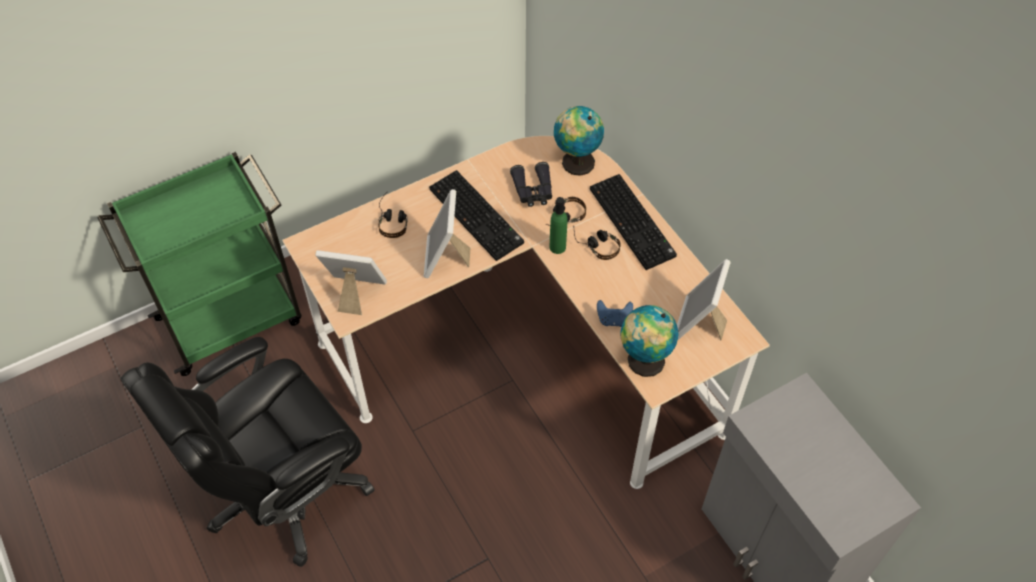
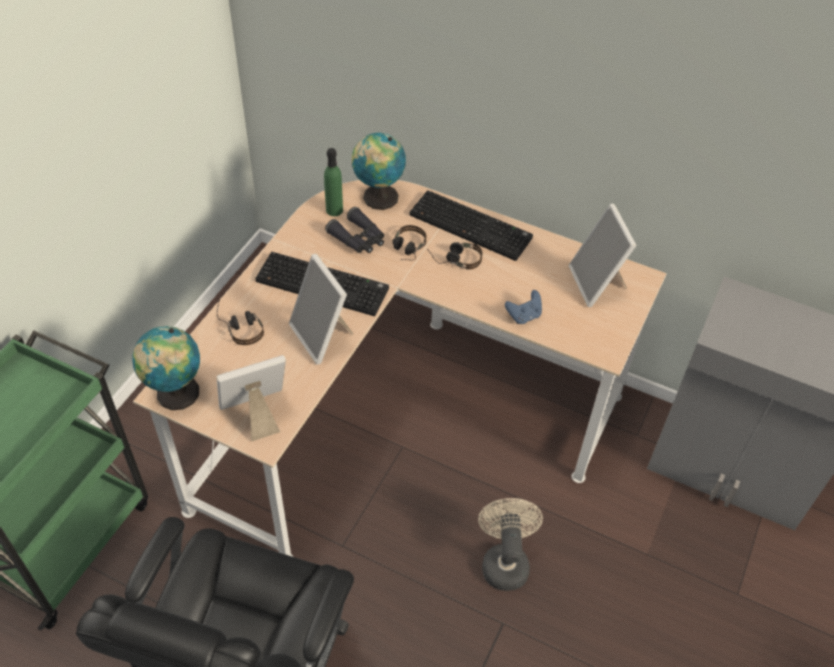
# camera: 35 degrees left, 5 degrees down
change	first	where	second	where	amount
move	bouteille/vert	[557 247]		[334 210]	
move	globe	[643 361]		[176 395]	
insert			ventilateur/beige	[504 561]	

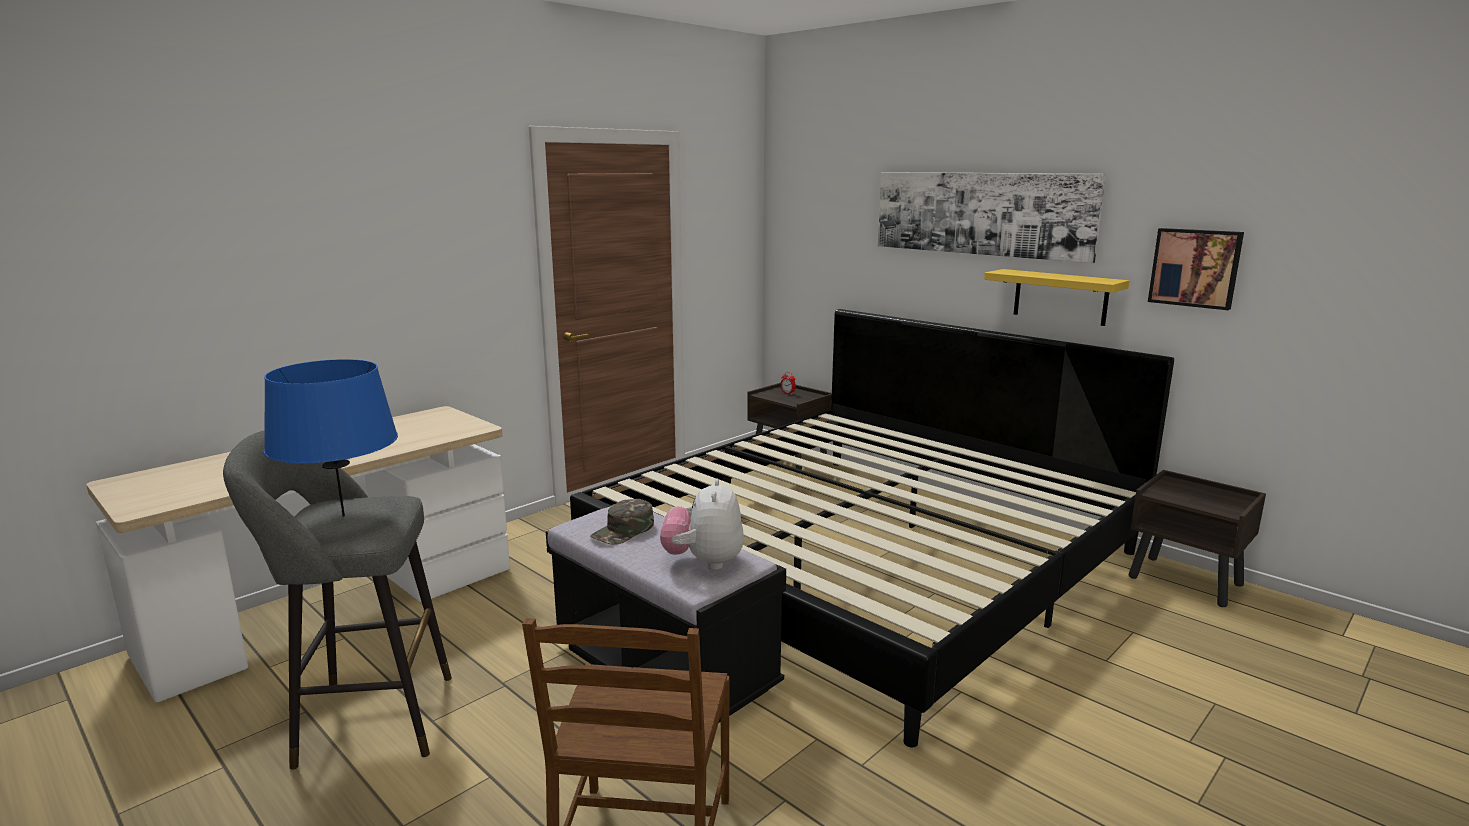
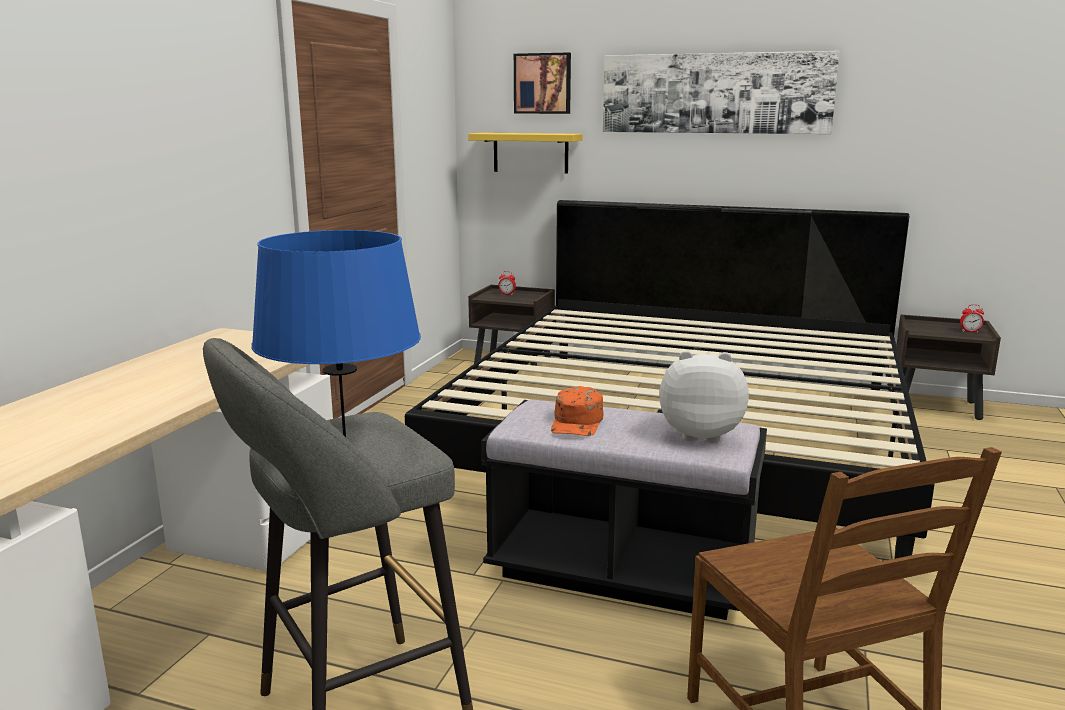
# camera: 25 degrees left, 0 degrees up
change	first	where	second	where	amount
recolor	casquette/vert	[624 530]	casquette/orange	[577 422]	
rotate	peluche	[704 562]		[700 434]	120 degrees clockwise
move	étagère/jaune	[1060 297]		[530 153]	
move	tableau	[1195 267]		[543 83]	
insert			réveil	[970 331]	

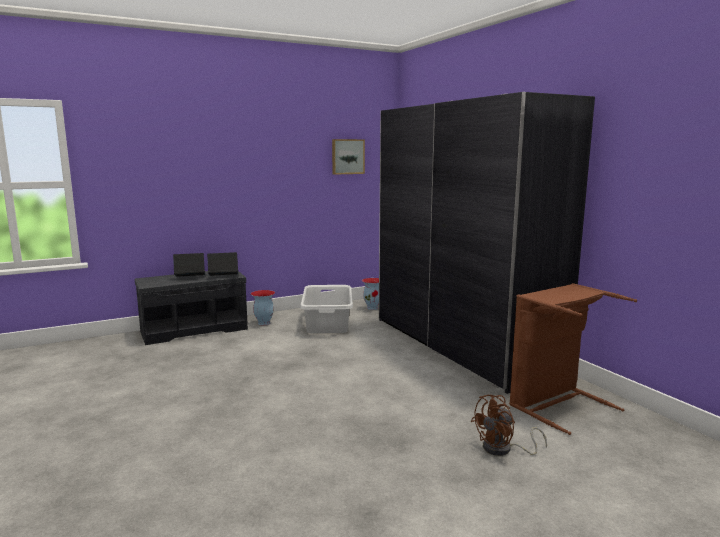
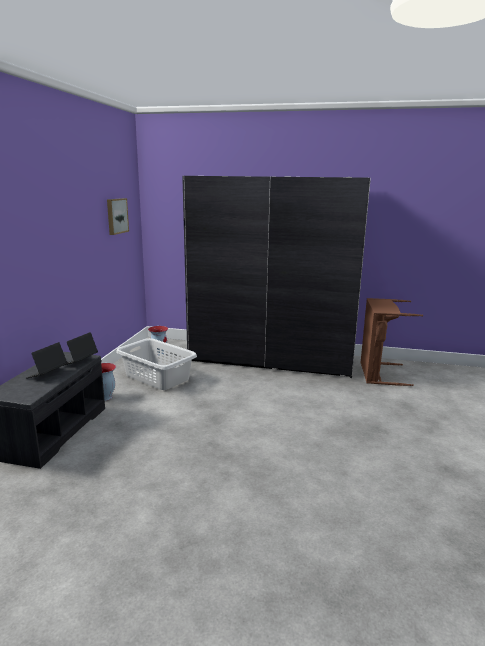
# camera: 50 degrees left, 5 degrees up
change	first	where	second	where	amount
delete	ventilateur/marron	[503 449]			

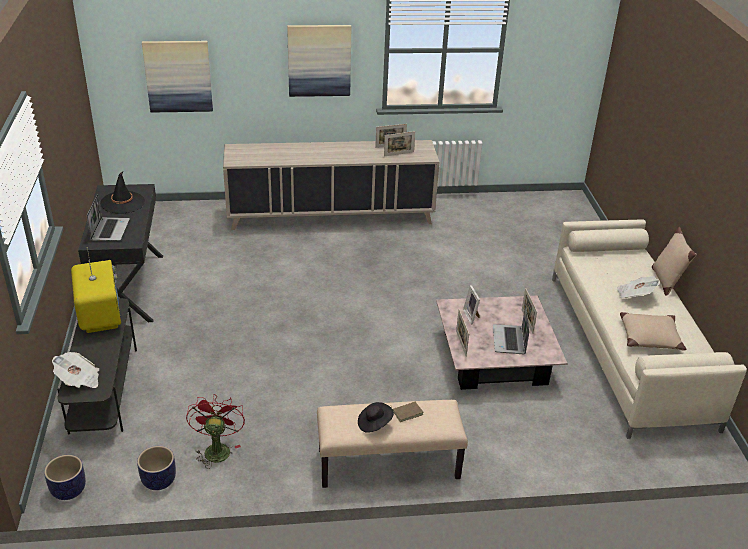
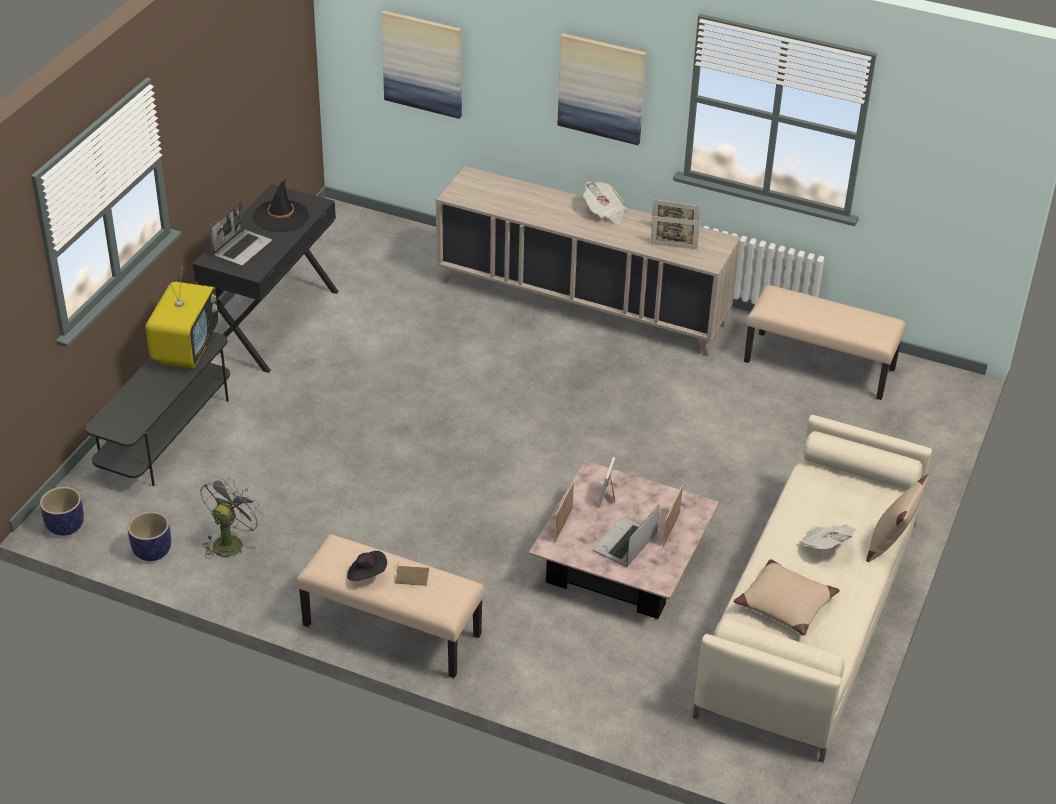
# camera: 30 degrees right, 5 degrees up
change	first	where	second	where	amount
move	journal	[79 380]		[604 212]	
recolor	ventilateur/rouge	[216 448]	ventilateur/gris	[230 541]	
insert			banc/beige	[820 365]	

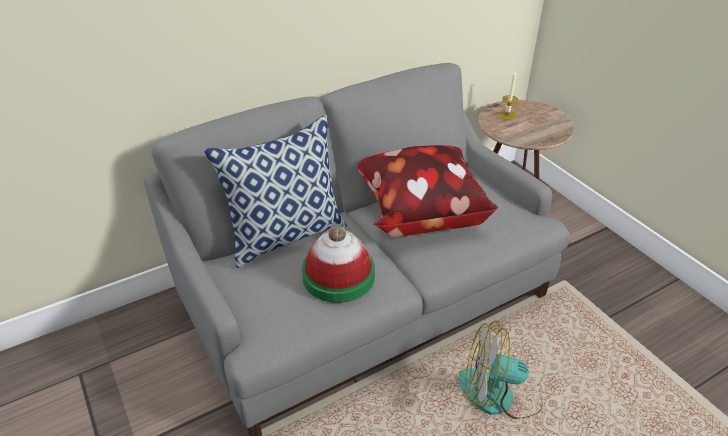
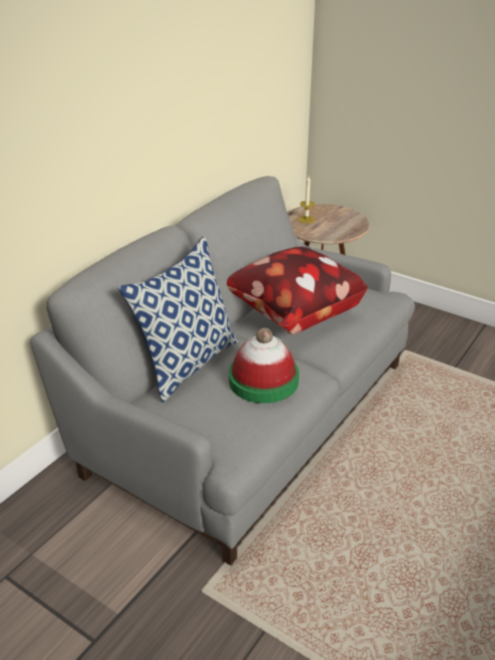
# camera: 25 degrees left, 5 degrees down
change	first	where	second	where	amount
delete	ventilateur	[499 394]			

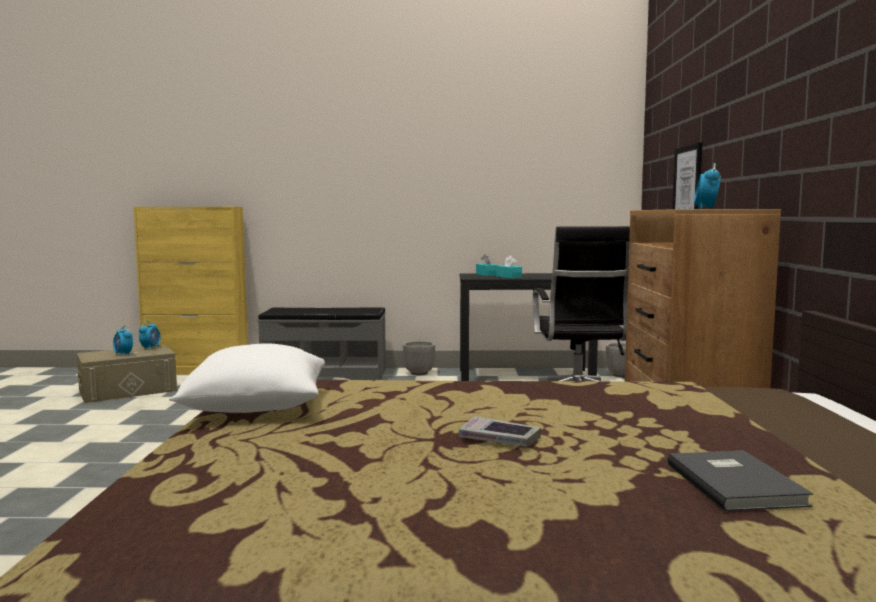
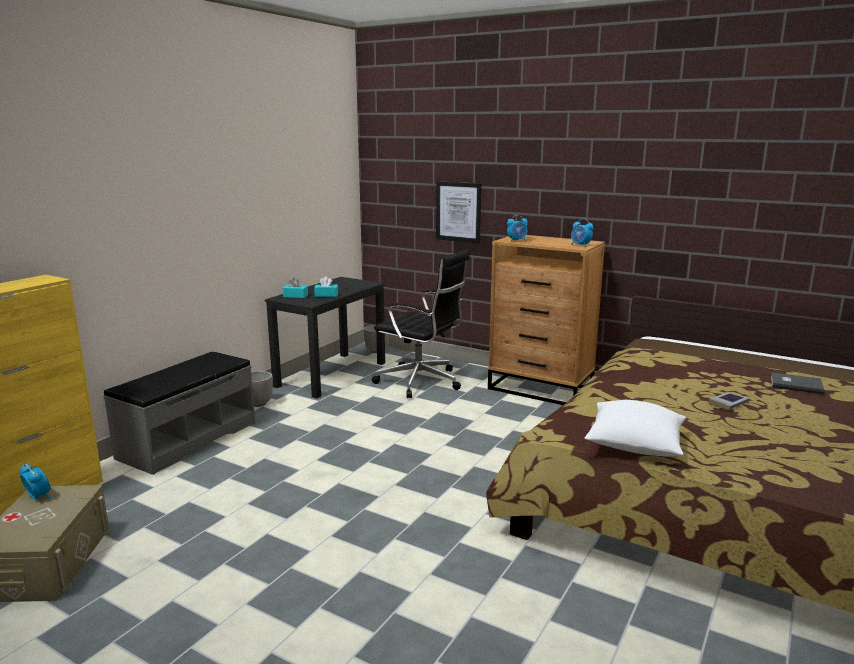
# camera: 60 degrees left, 10 degrees up
change	first	where	second	where	amount
move	réveil	[123 354]		[517 240]	

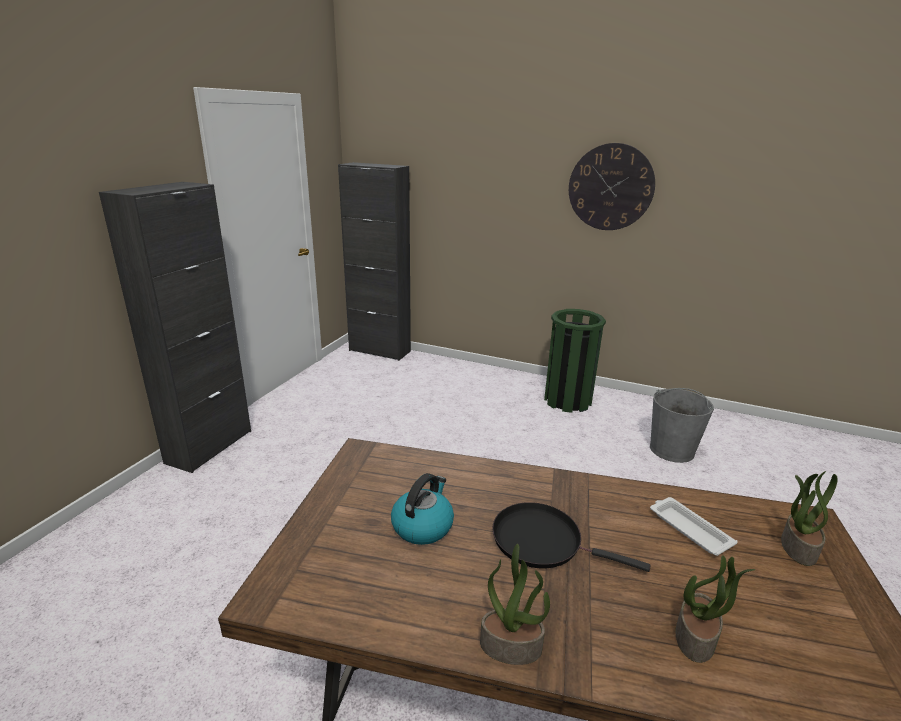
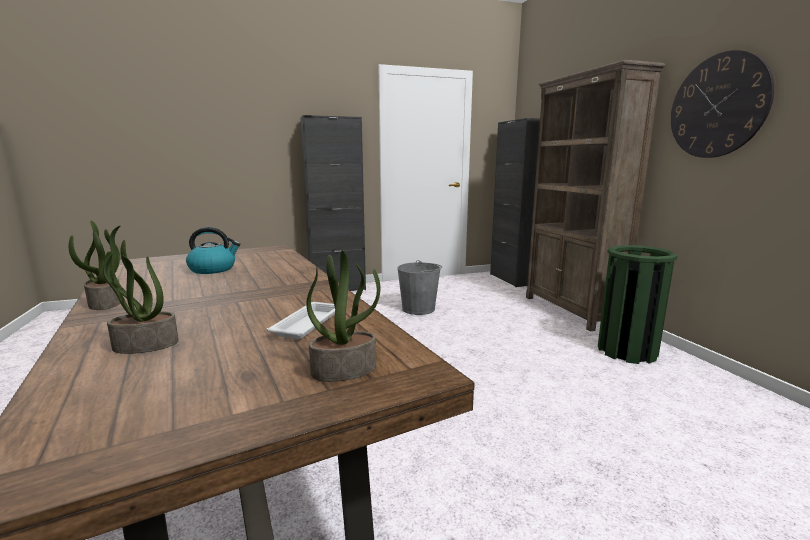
# camera: 50 degrees right, 10 degrees down
change	first	where	second	where	amount
delete	poêle/noir	[542 541]			
move	seau/gris	[672 450]		[418 309]	
insert			bibliothèque/marron	[571 311]	

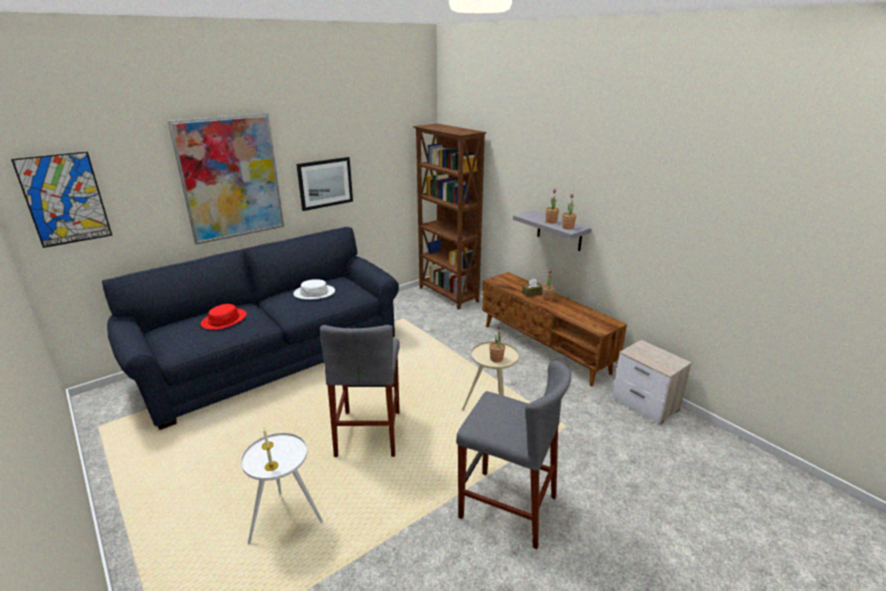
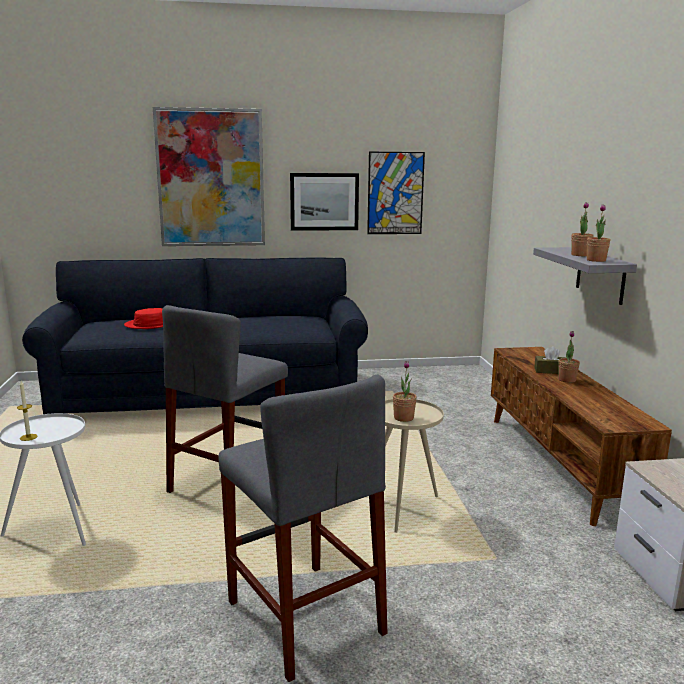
# camera: 30 degrees right, 10 degrees down
change	first	where	second	where	amount
move	tableau	[65 199]		[395 193]	
delete	chapeau/blanc	[314 293]			
delete	bibliothèque/marron	[448 295]			

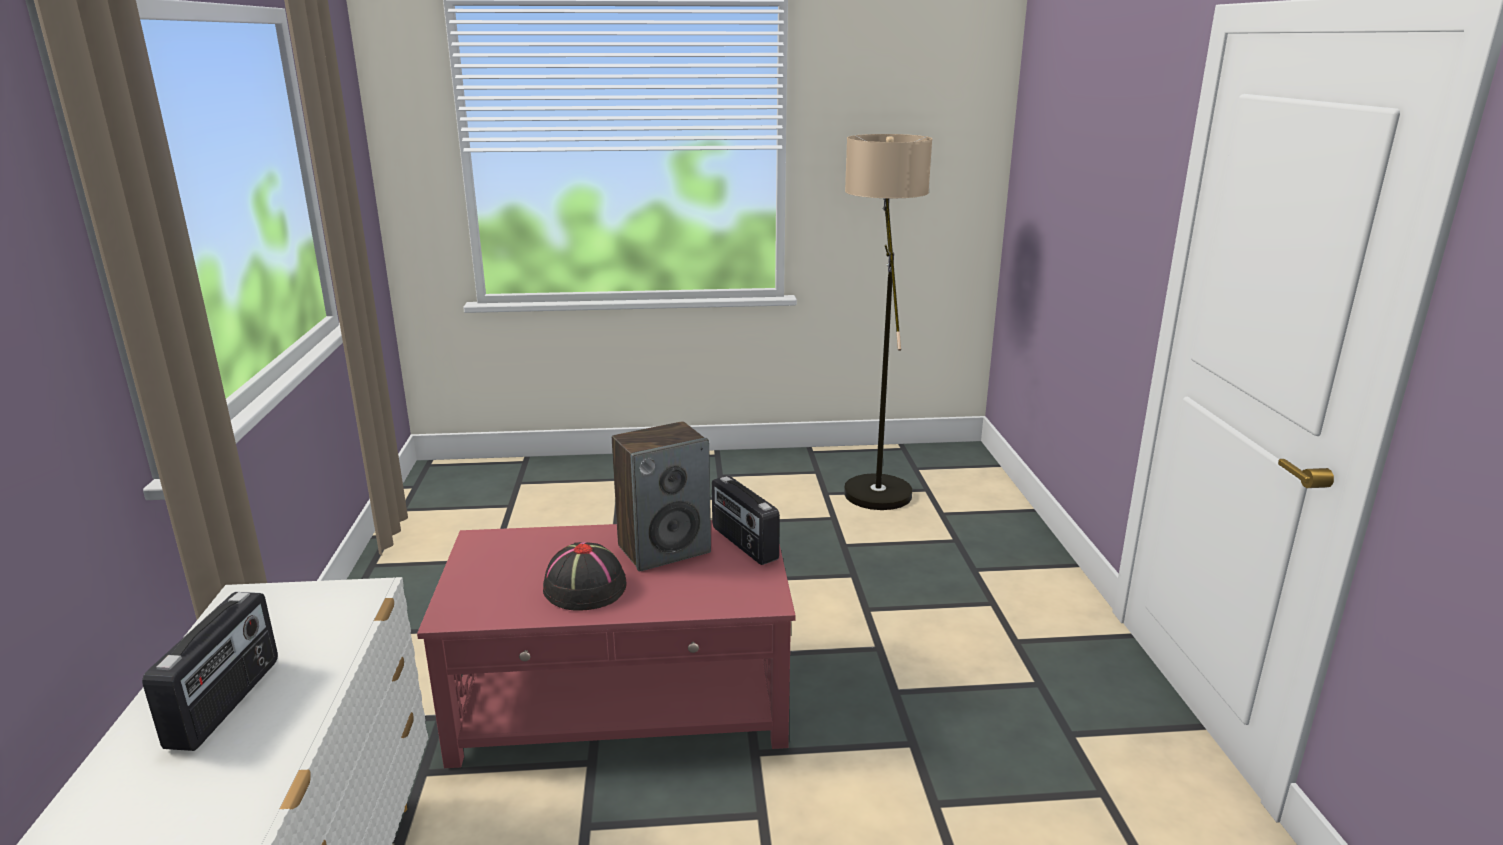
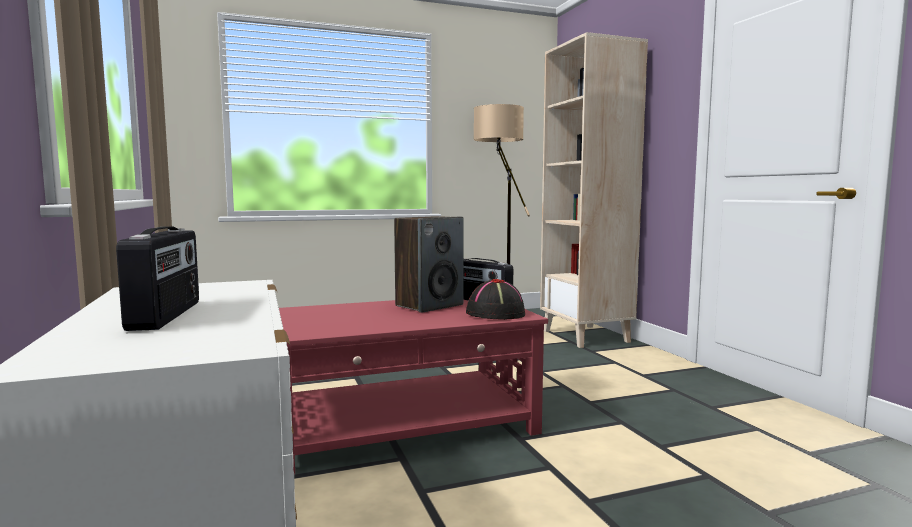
# camera: 15 degrees left, 15 degrees down
change	first	where	second	where	amount
move	chapeau/noir	[584 588]		[495 314]	
insert			bibliothèque/beige	[586 336]	

